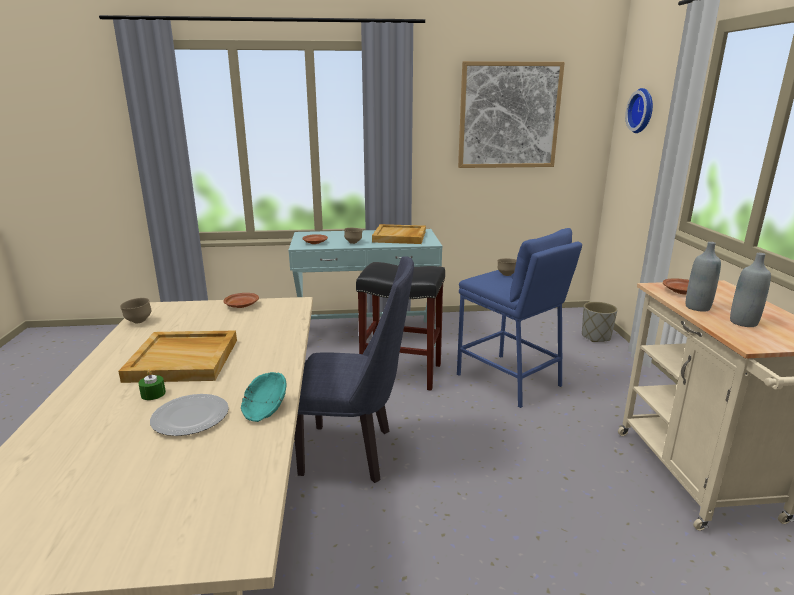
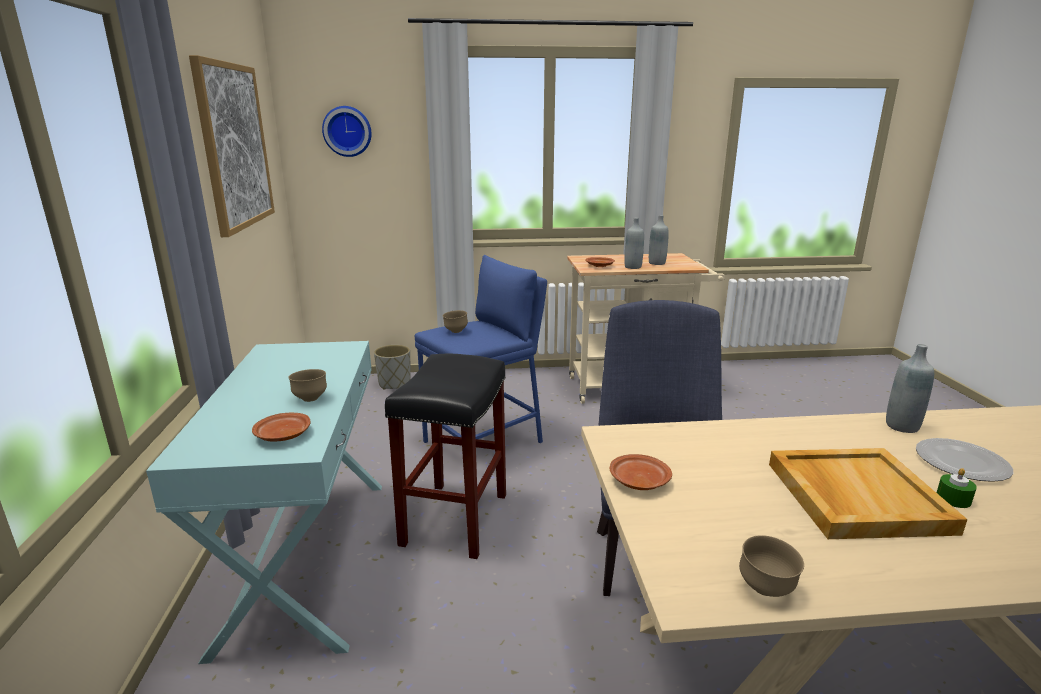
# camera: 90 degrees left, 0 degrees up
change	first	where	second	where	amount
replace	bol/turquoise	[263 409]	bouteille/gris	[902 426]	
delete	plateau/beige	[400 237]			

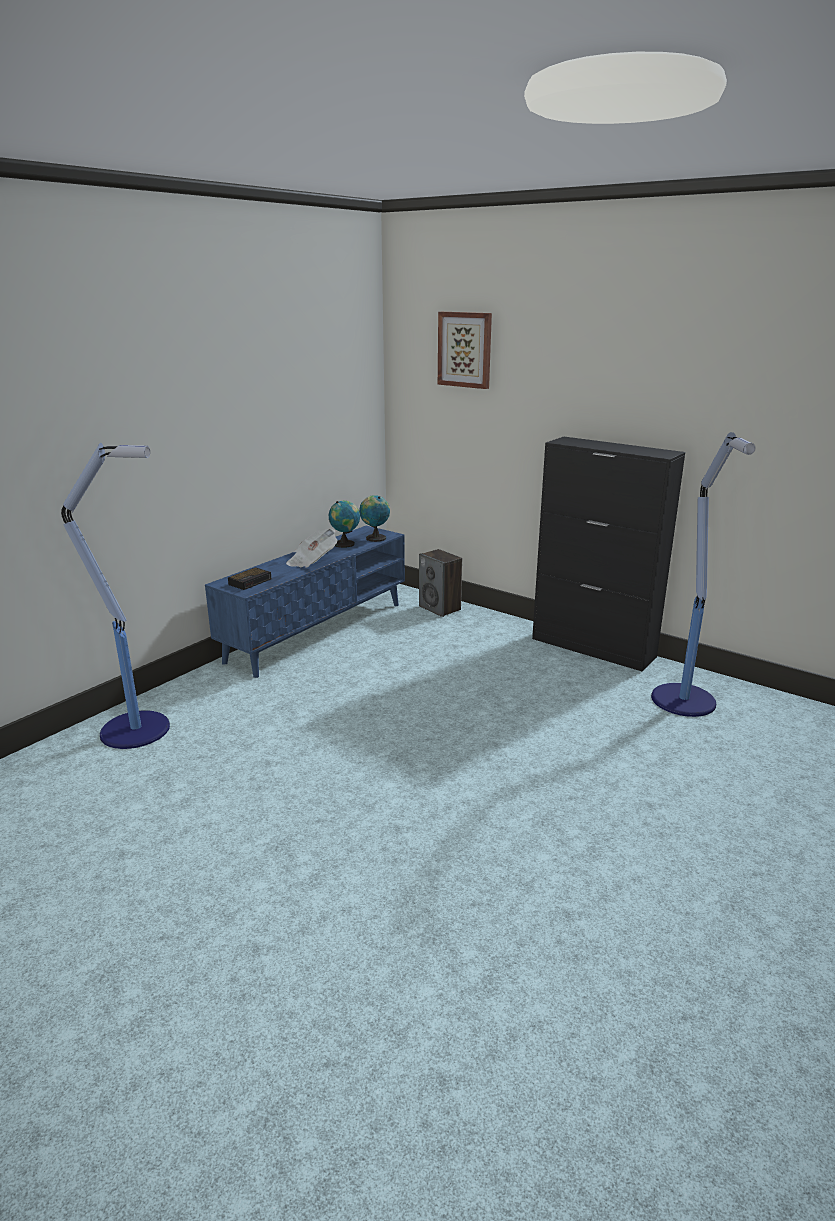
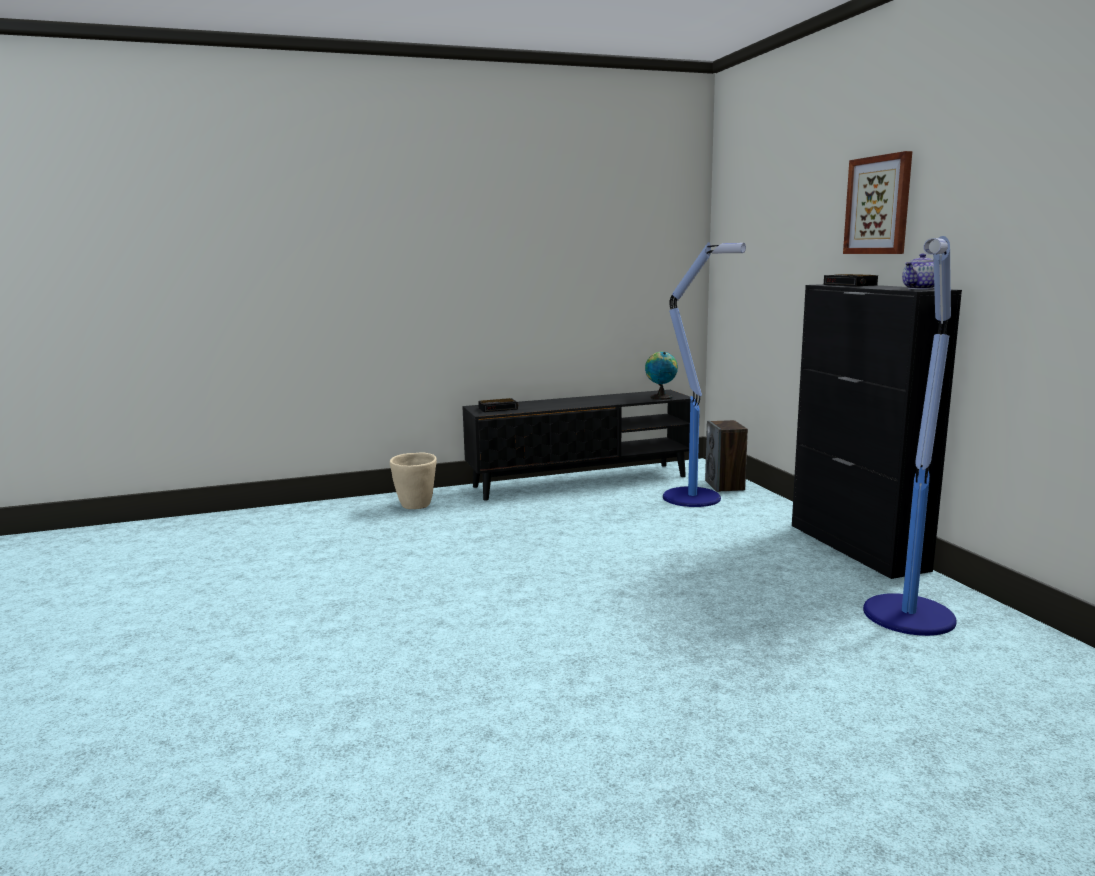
# camera: 35 degrees right, 10 degrees down
change	first	where	second	where	amount
move	lampadaire	[138 730]		[694 498]	
recolor	meuble télé/bleu	[317 631]	meuble télé/noir	[581 481]	
delete	journal	[312 561]			
delete	globe	[345 544]			
move	tableau	[465 349]		[878 205]	
insert			cache-pot/beige	[416 506]	
insert			réveil	[850 285]	
insert			théière	[920 289]	

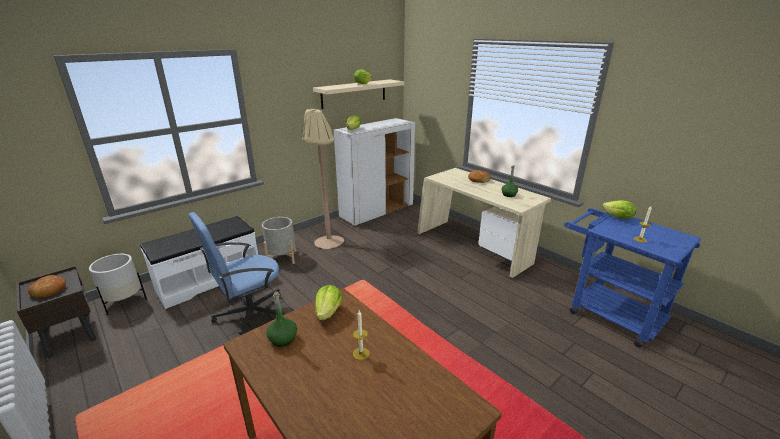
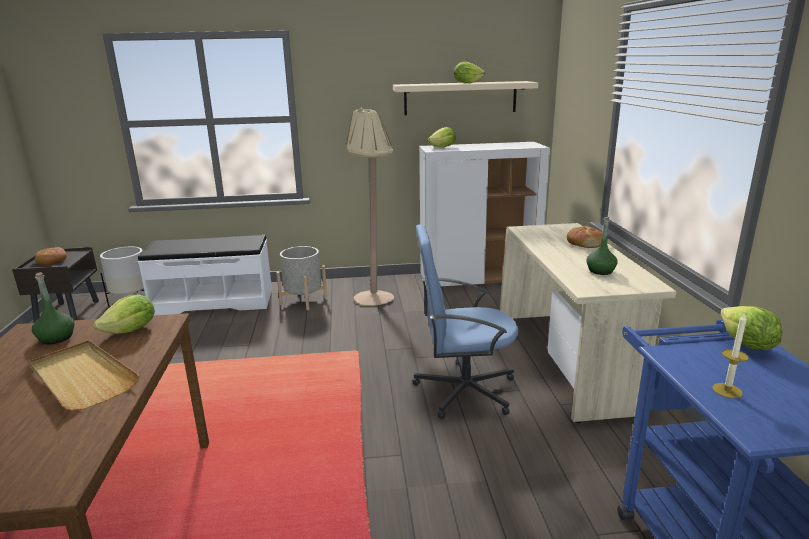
# camera: 35 degrees right, 5 degrees down
change	first	where	second	where	amount
move	chaise de bureau/bleu	[250 314]		[463 390]	
replace	bougie	[361 353]	plateau/beige	[82 378]	

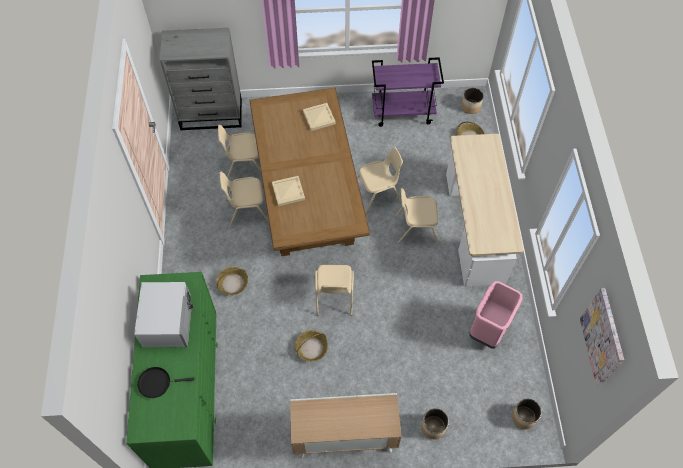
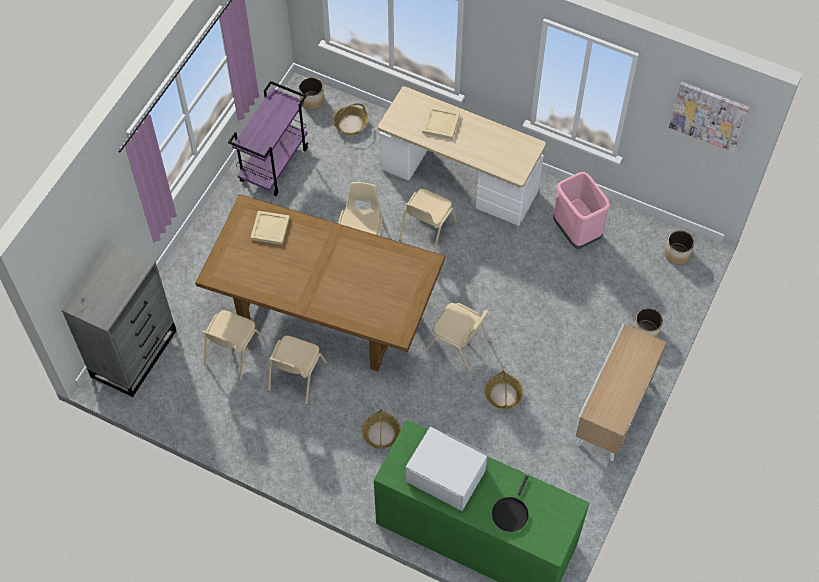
# camera: 60 degrees left, 0 degrees up
change	first	where	second	where	amount
move	plateau/beige	[288 191]		[440 123]	

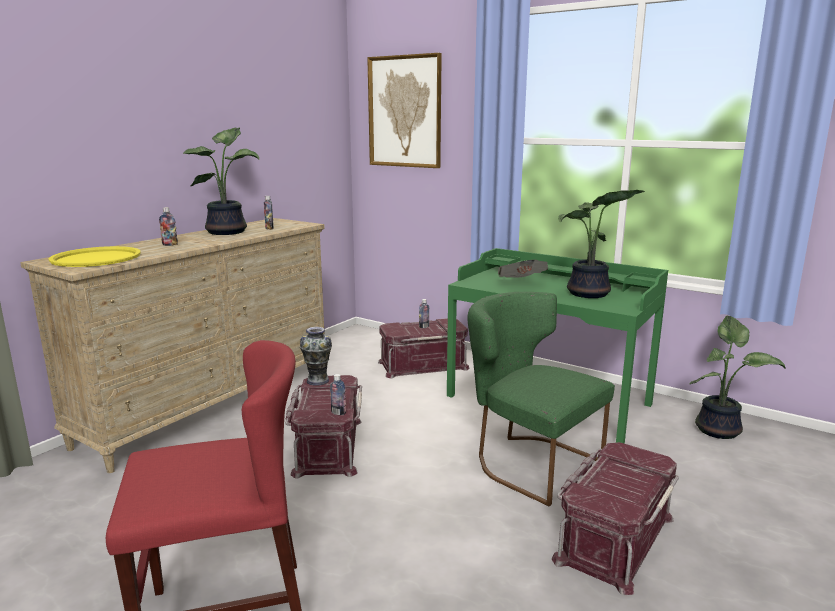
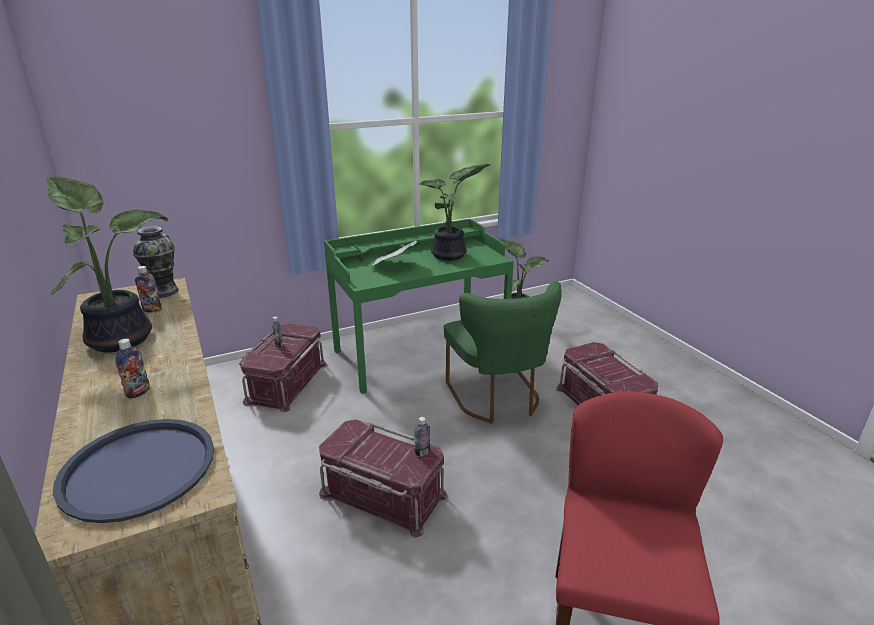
# camera: 60 degrees left, 10 degrees up
change	first	where	second	where	amount
recolor	plateau/jaune	[96 258]	plateau/bleu	[139 469]	
move	vase	[317 381]		[164 292]	
delete	tableau	[405 112]			
rotate	chaise/vert	[529 462]		[497 399]	90 degrees counterclockwise

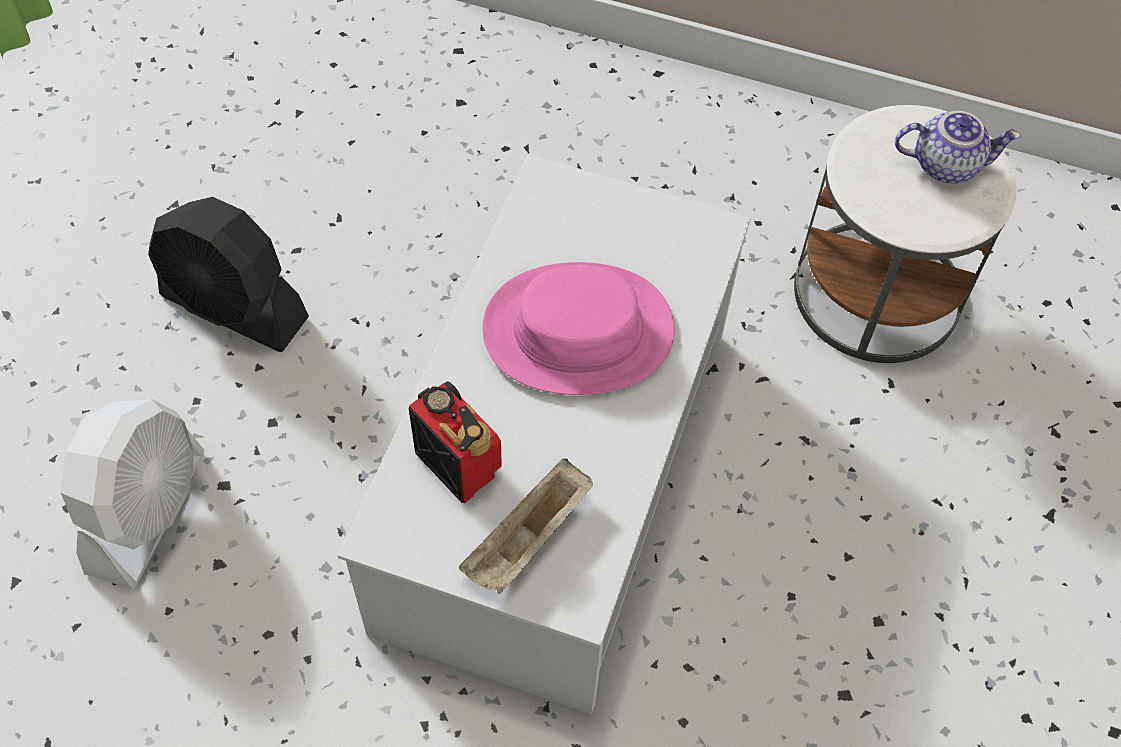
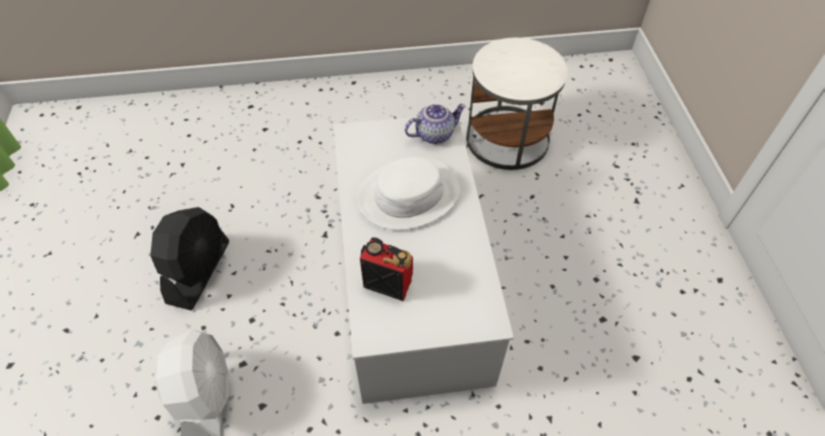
# camera: 25 degrees left, 5 degrees down
change	first	where	second	where	amount
rotate	ventilateur/noir	[234 307]		[199 271]	75 degrees counterclockwise
delete	plateau/beige	[528 539]			
recolor	chapeau/rose	[578 330]	chapeau/blanc	[408 194]	
move	théière	[946 164]		[434 134]	

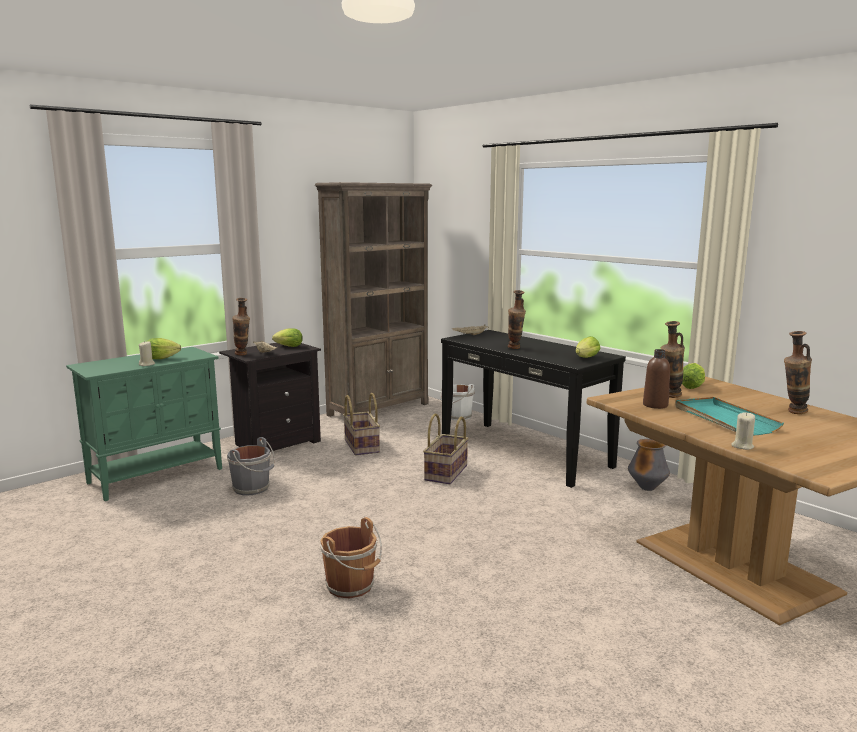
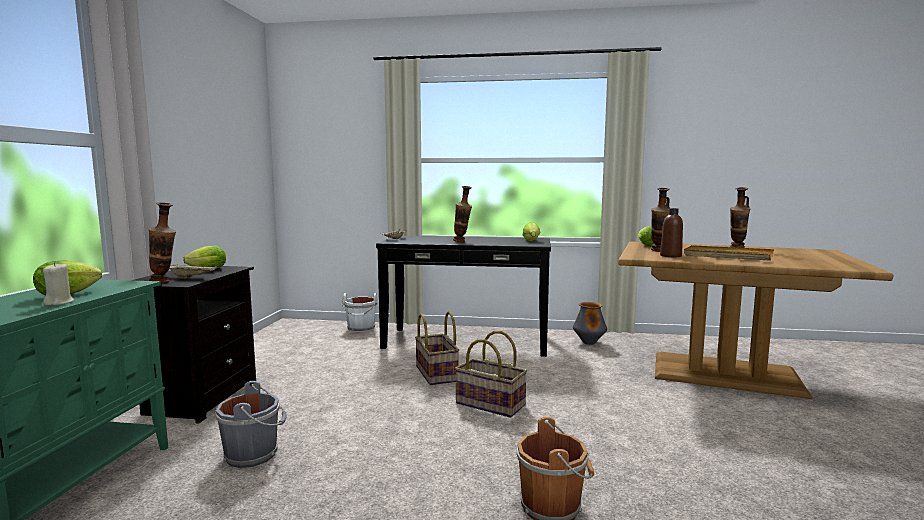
# camera: 40 degrees left, 5 degrees down
change	first	where	second	where	amount
delete	bibliothèque/marron	[379 409]			
move	panier	[361 446]		[489 404]	
recolor	plateau/turquoise	[724 419]	plateau/beige	[727 256]	
delete	bougie/beige	[742 446]			

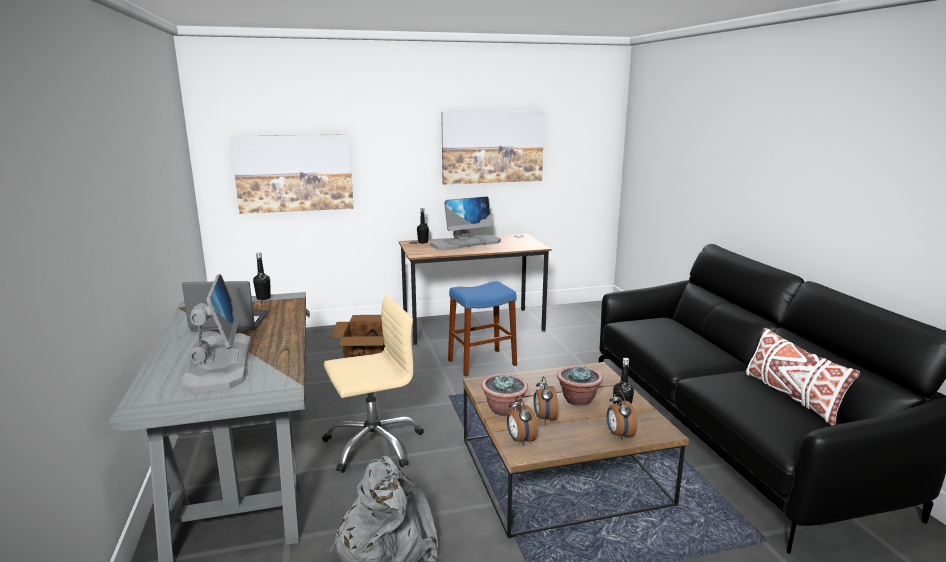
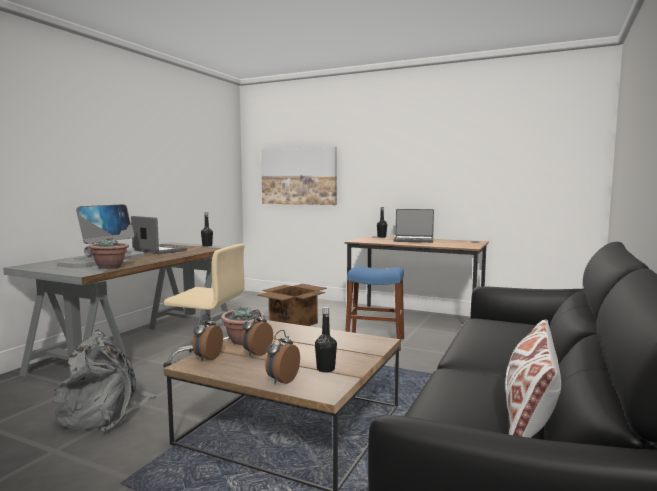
# camera: 40 degrees right, 10 degrees down
change	first	where	second	where	amount
replace	écran d'ordinateur	[466 243]	ordinateur portable	[413 240]	
delete	tableau	[492 147]			
move	plante en pot	[578 400]		[110 267]	

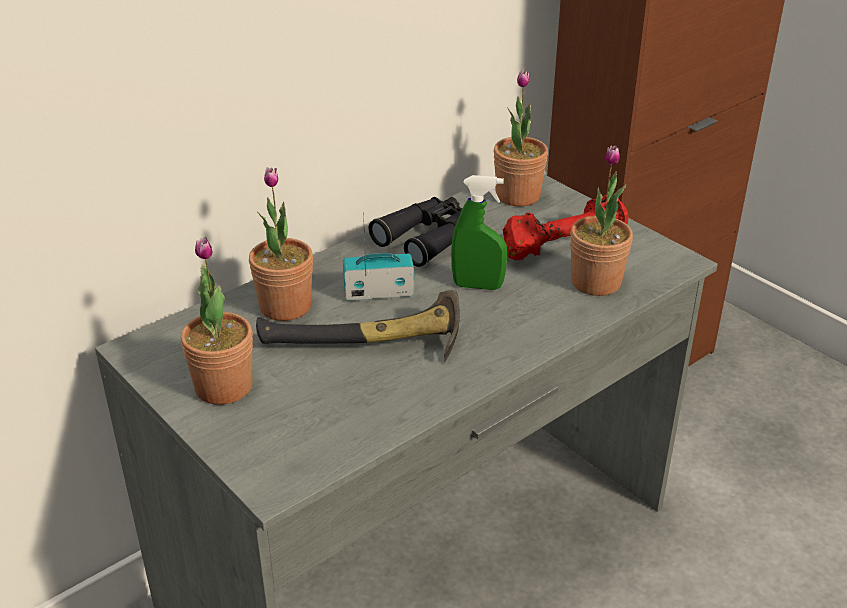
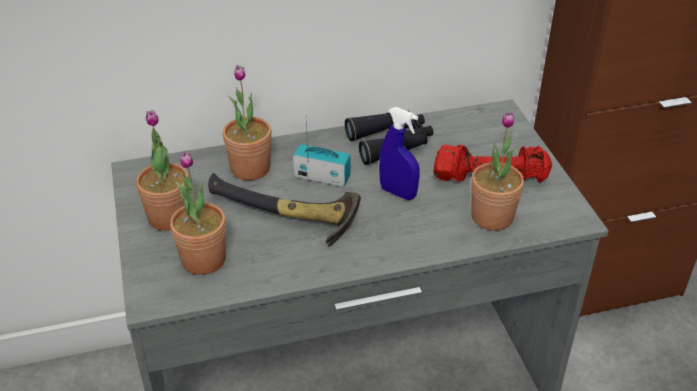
# camera: 25 degrees right, 5 degrees up
change	first	where	second	where	amount
recolor	vaporisateur/vert	[478 286]	vaporisateur/bleu	[398 193]	
move	plante en pot	[518 196]		[203 259]	

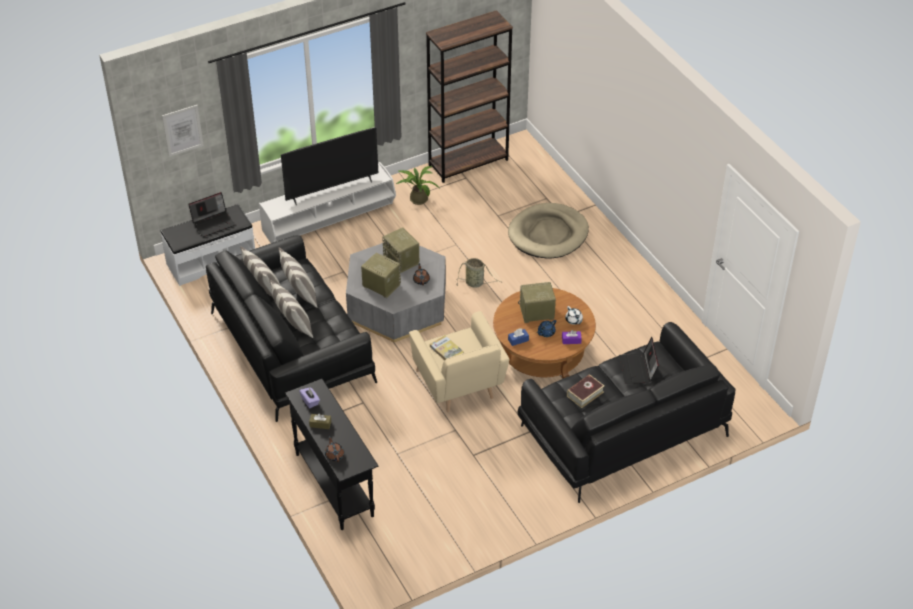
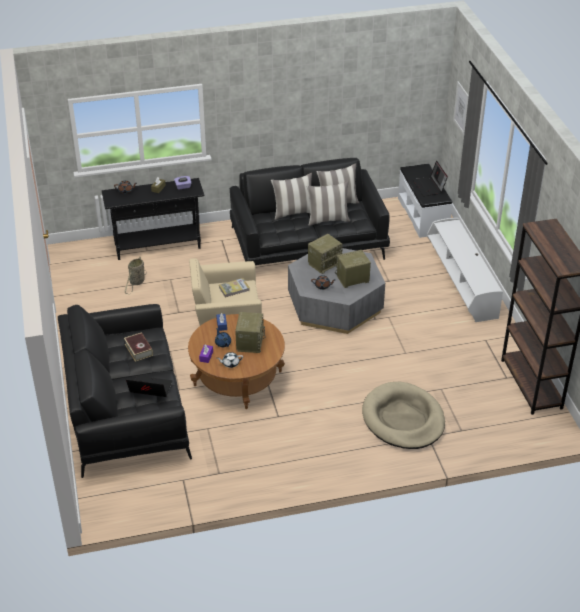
# camera: 105 degrees right, 5 degrees down
change	first	where	second	where	amount
delete	téléviseur	[332 190]			
delete	plante en pot	[417 198]			
move	panier	[476 283]		[136 282]	

